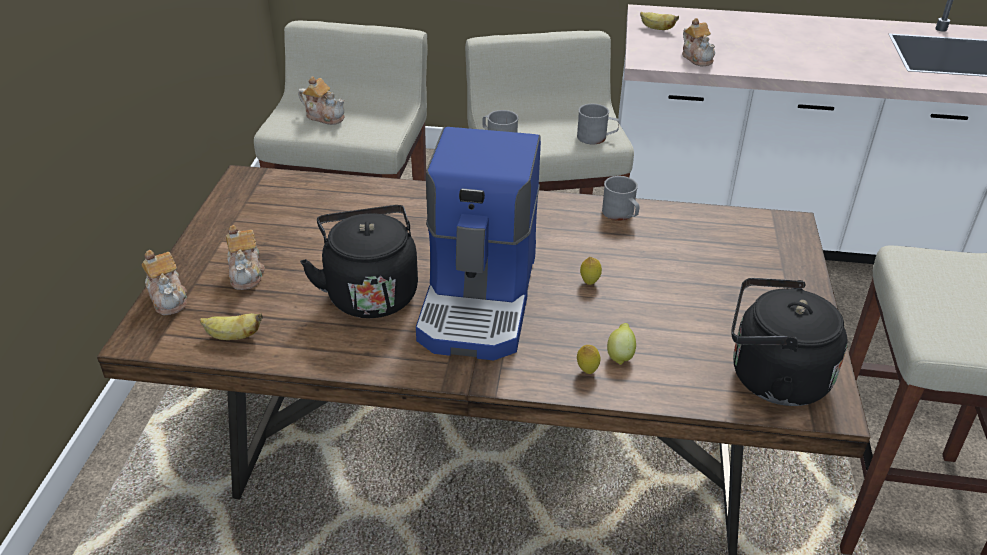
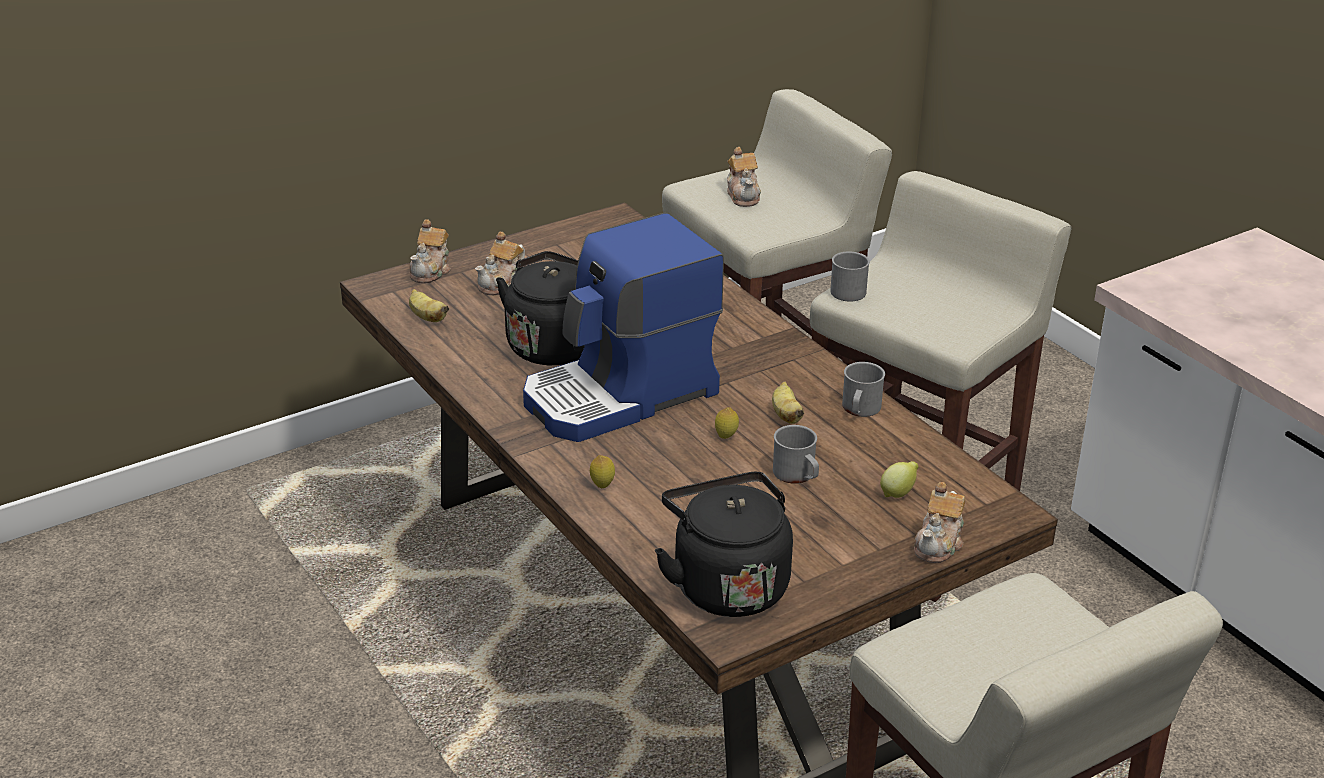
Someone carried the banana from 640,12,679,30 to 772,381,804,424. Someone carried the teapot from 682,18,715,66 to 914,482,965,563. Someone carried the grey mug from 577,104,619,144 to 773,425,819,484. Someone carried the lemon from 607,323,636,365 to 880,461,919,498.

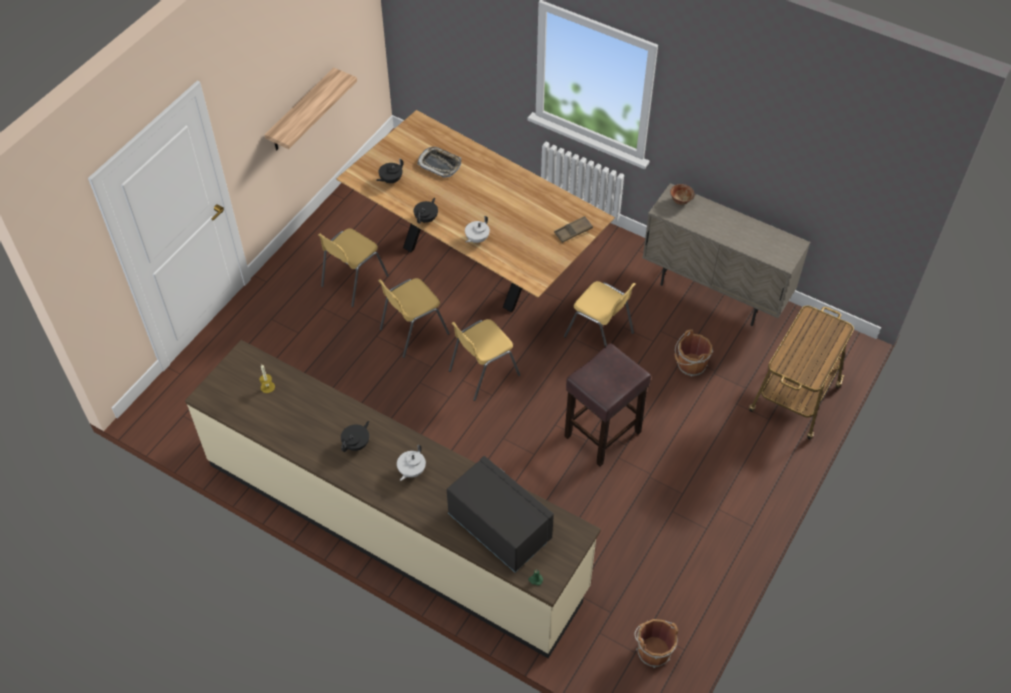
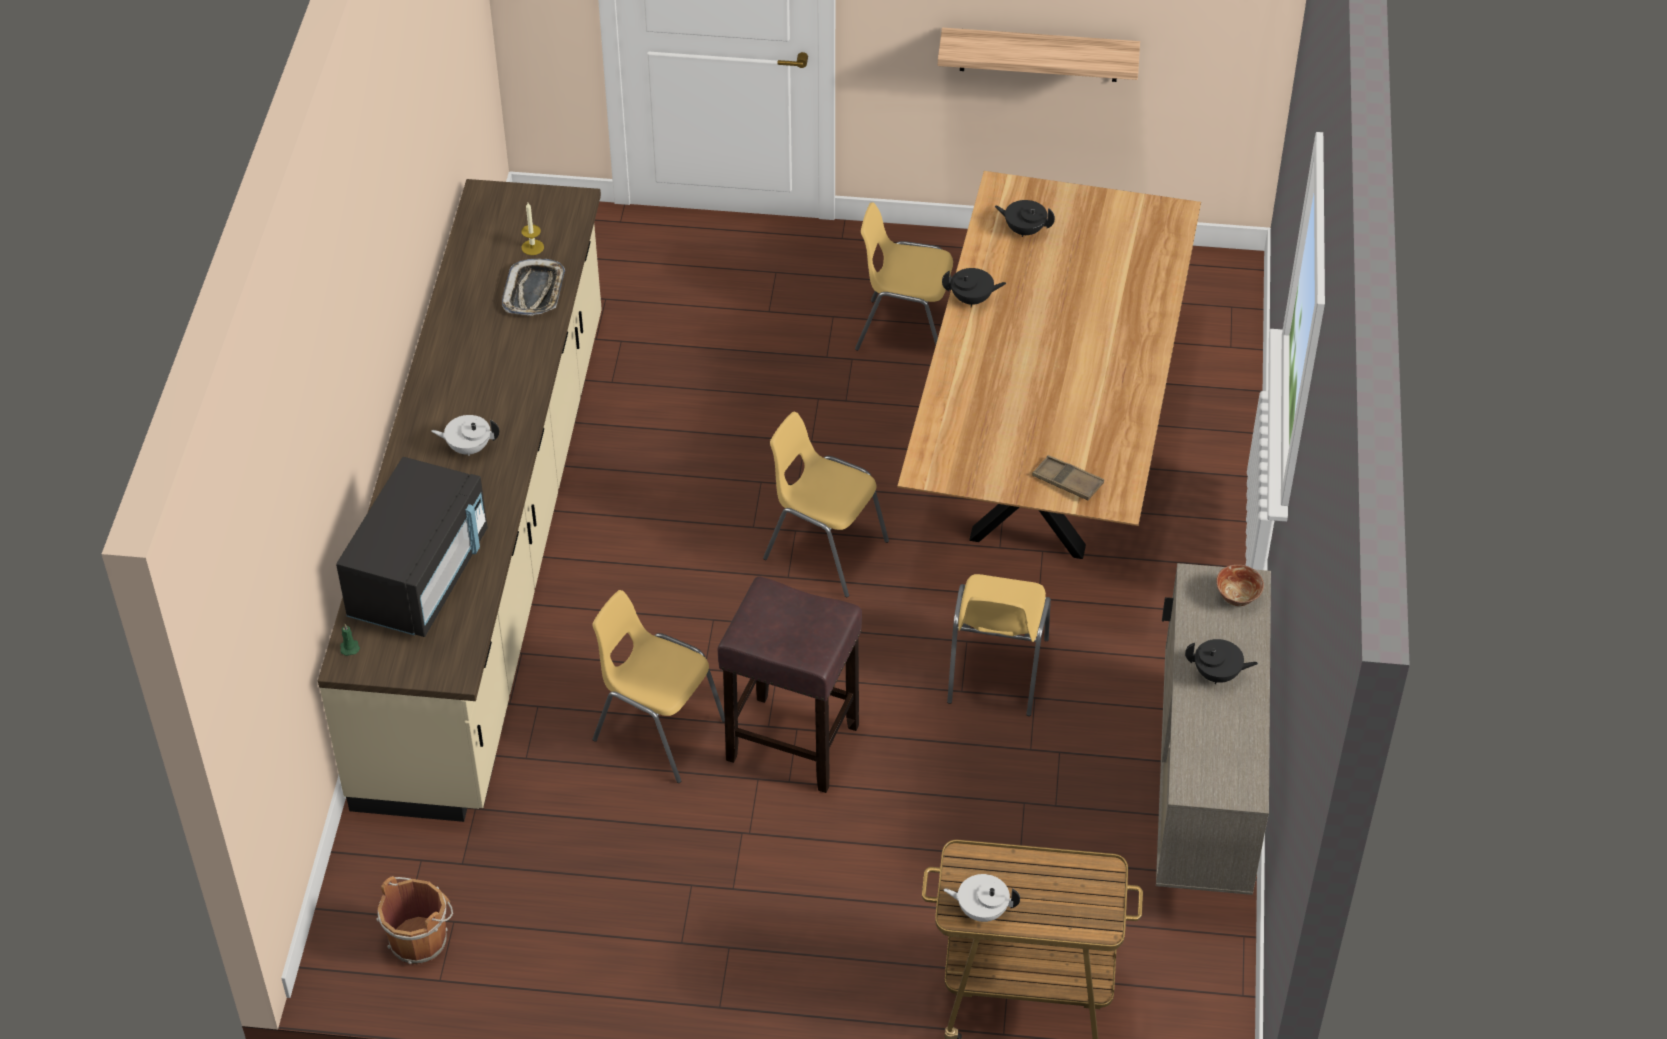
Someone carried the tray from 417,147,461,178 to 502,259,565,316. Someone carried the white teapot from 465,216,490,243 to 943,874,1020,922. Someone carried the yellow chair from 378,278,450,358 to 592,590,725,783. Someone took away the brown bucket at 674,329,713,377. Someone carried the black teapot from 341,421,369,452 to 1185,639,1258,684.

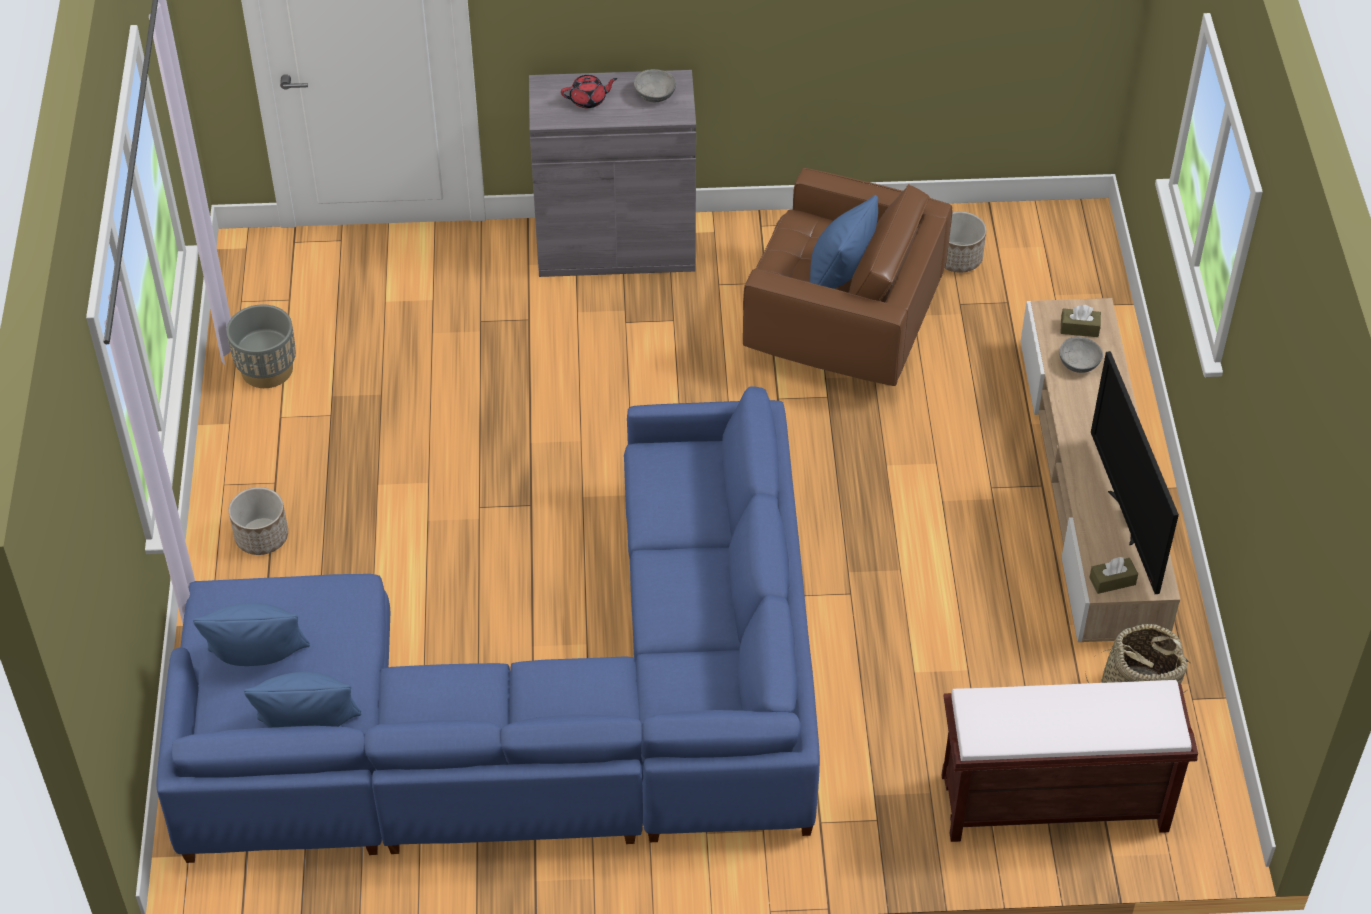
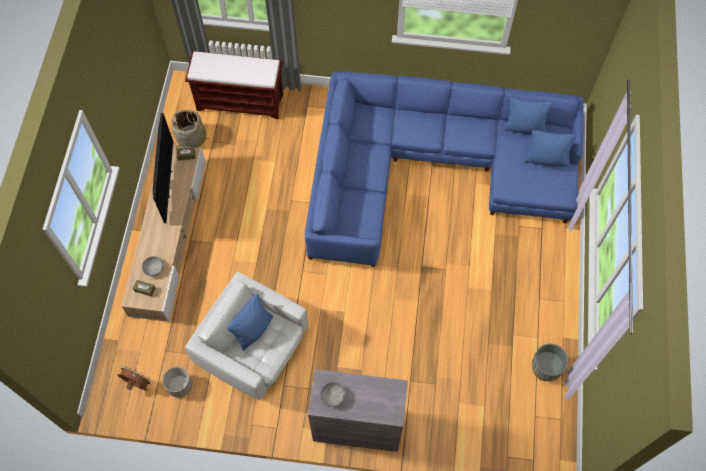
Someone took away the red teapot at 561,75,617,109. Someone repainted the brown armchair at 743,168,953,386, which became the white armchair at 185,272,308,400. Someone took away the planter at 229,487,288,555. Someone put down the brown fan at 117,365,153,390.

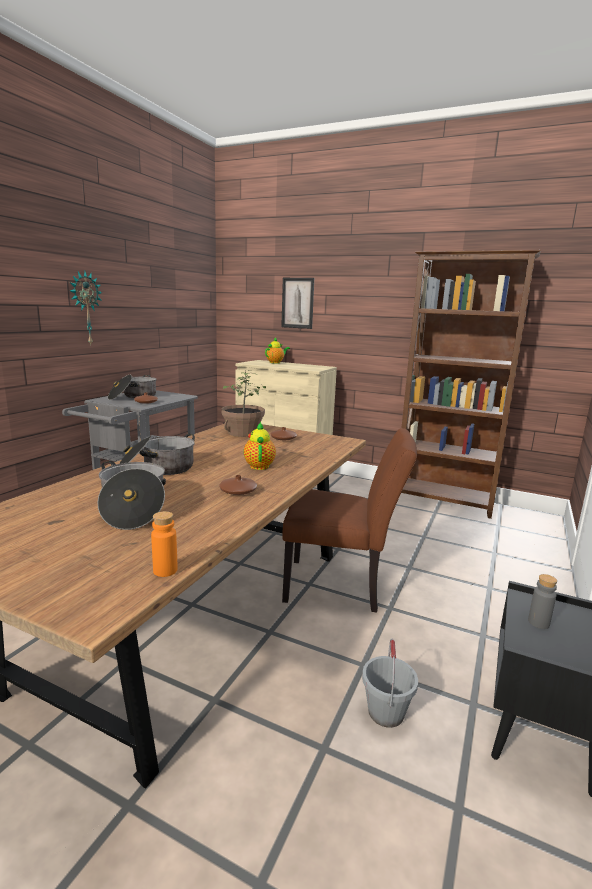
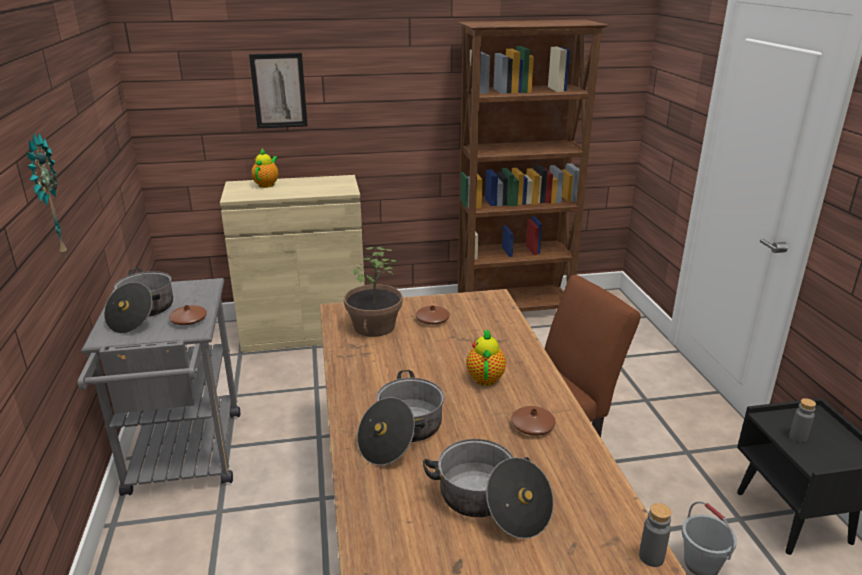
Someone rotated the teapot at 244,422,276,470 by 45 degrees clockwise. Someone repainted the orange bottle at 151,511,177,577, which became the grey bottle at 639,503,671,567.

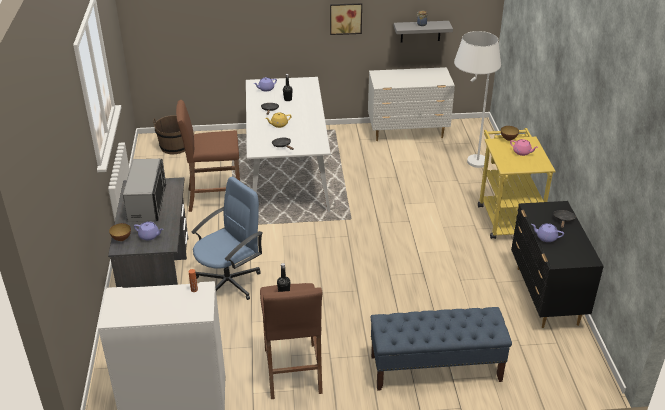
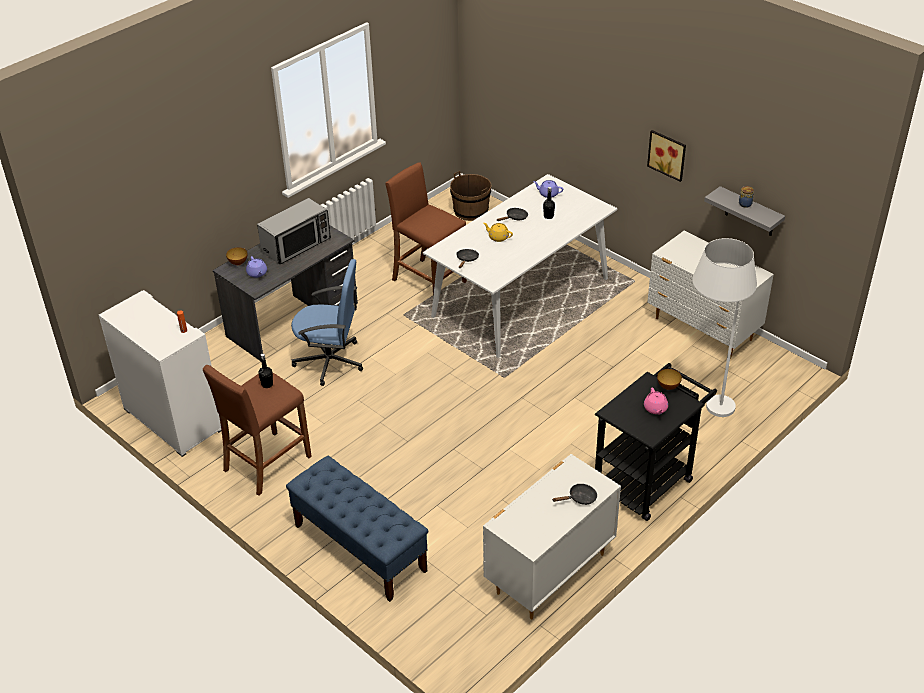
Someone repainted the yellow cart at 478,128,556,239, which became the black cart at 595,363,717,521. Someone repainted the black dresser at 511,201,604,328, which became the white dresser at 483,454,621,619. Someone took away the purple teapot at 531,223,564,242.

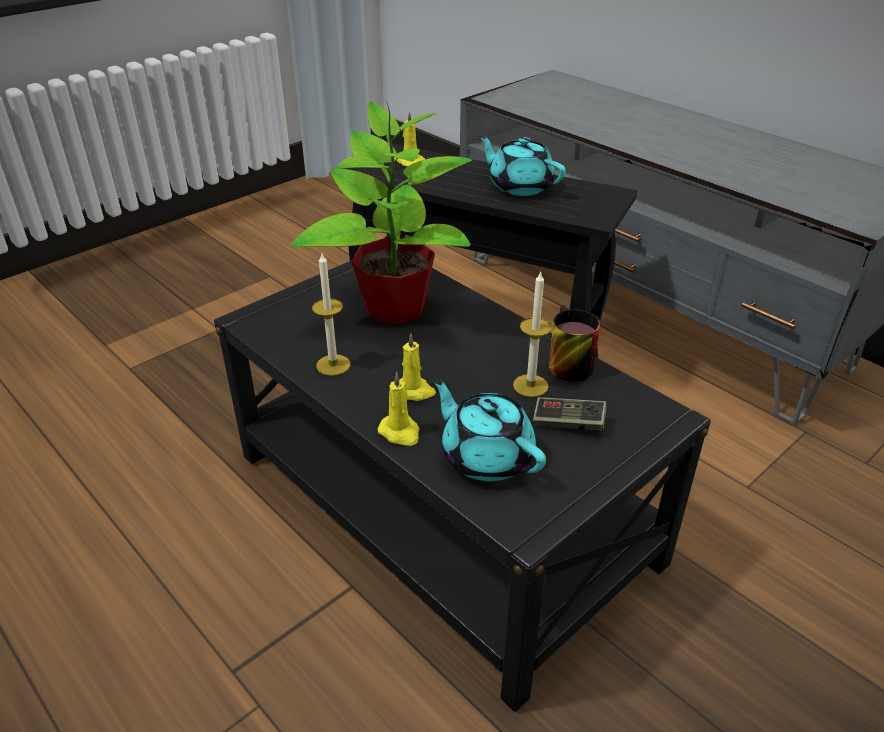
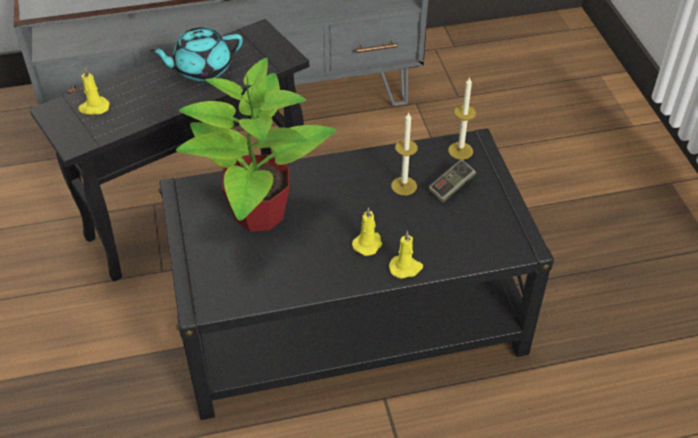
Someone carried the candle from 312,254,350,376 to 448,77,476,160. Someone took away the mug at 549,305,600,382. Someone took away the turquoise teapot at 432,378,546,481.

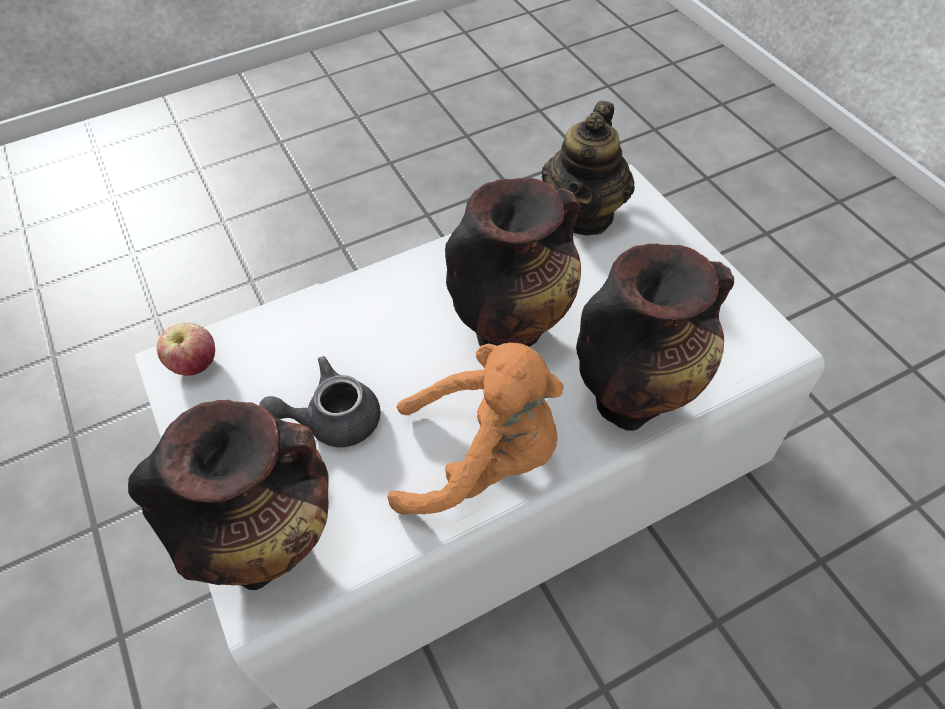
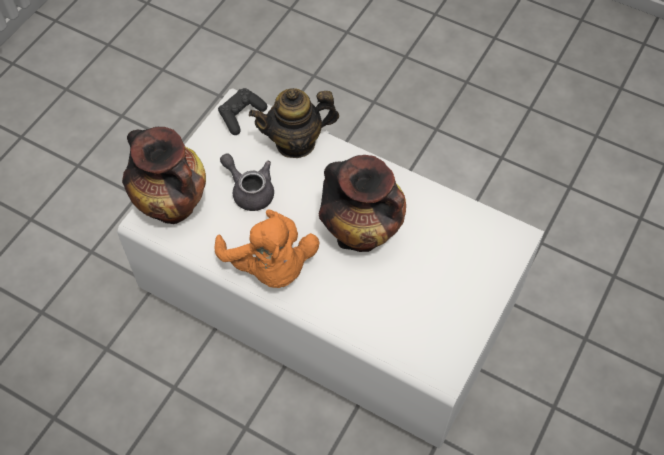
Someone carried the teapot from 542,101,635,236 to 249,88,339,158. Someone took away the vase at 576,244,734,431. Someone swapped the apple at 157,322,215,375 for the black game controller at 218,88,267,135.

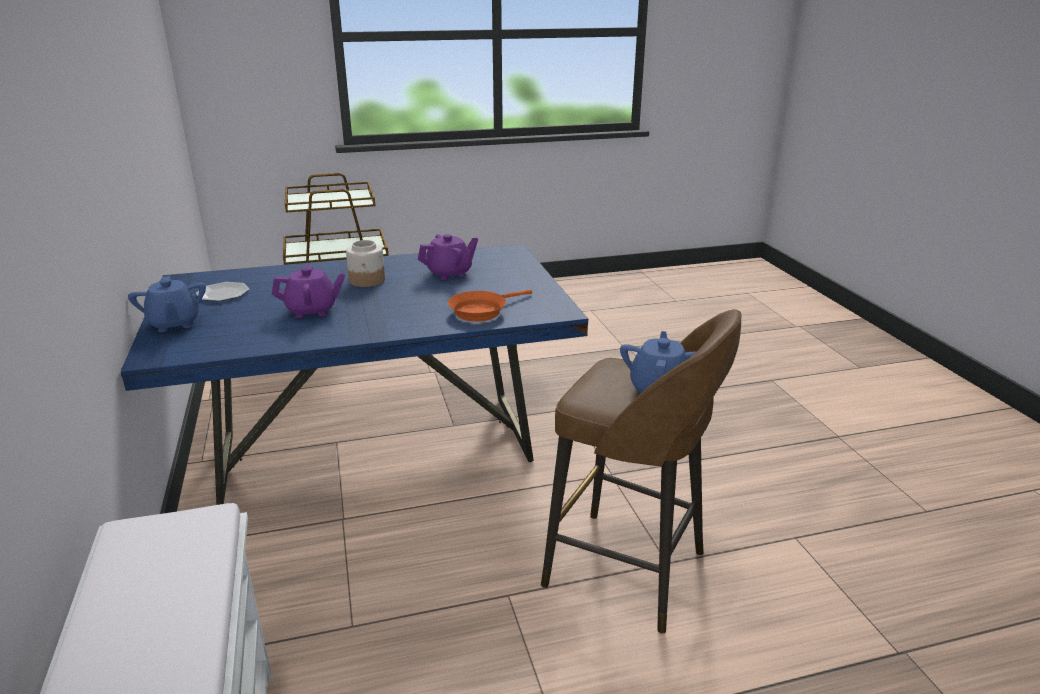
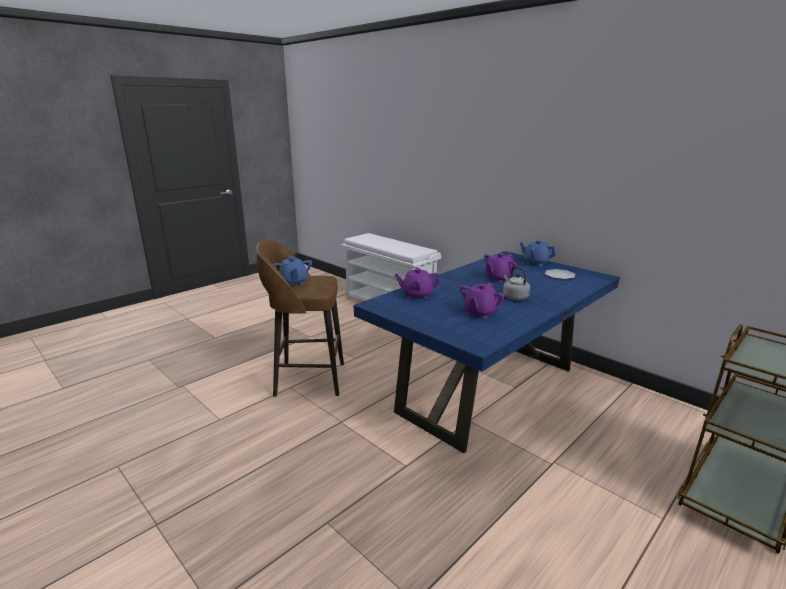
Someone swapped the jar at 346,240,385,287 for the grey kettle at 503,266,530,300. Someone swapped the orange frying pan at 448,289,532,322 for the purple teapot at 395,268,440,299.

